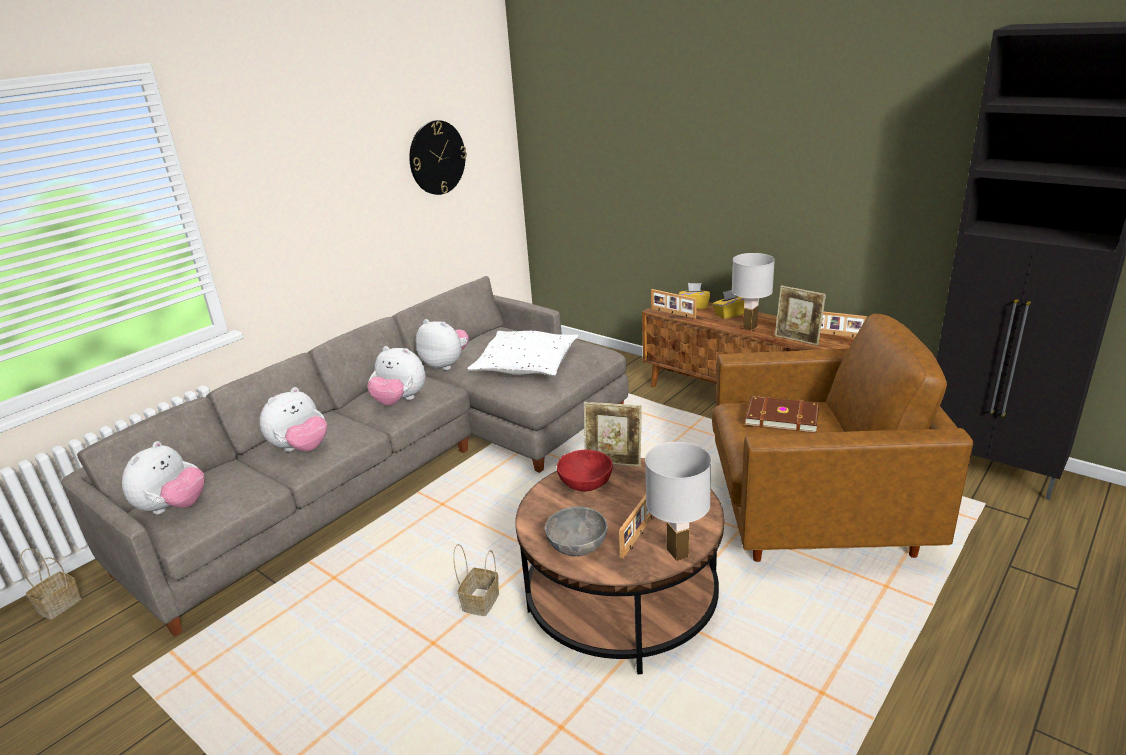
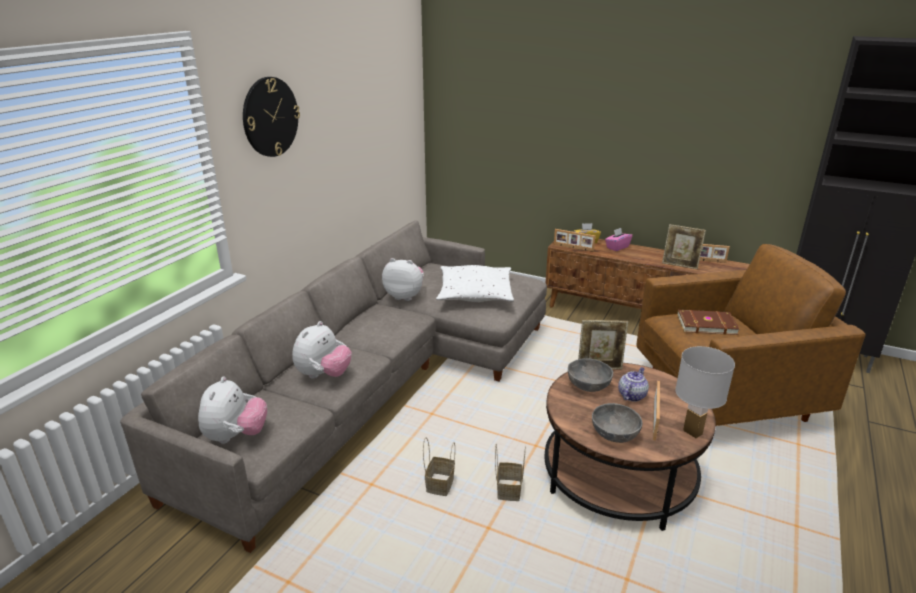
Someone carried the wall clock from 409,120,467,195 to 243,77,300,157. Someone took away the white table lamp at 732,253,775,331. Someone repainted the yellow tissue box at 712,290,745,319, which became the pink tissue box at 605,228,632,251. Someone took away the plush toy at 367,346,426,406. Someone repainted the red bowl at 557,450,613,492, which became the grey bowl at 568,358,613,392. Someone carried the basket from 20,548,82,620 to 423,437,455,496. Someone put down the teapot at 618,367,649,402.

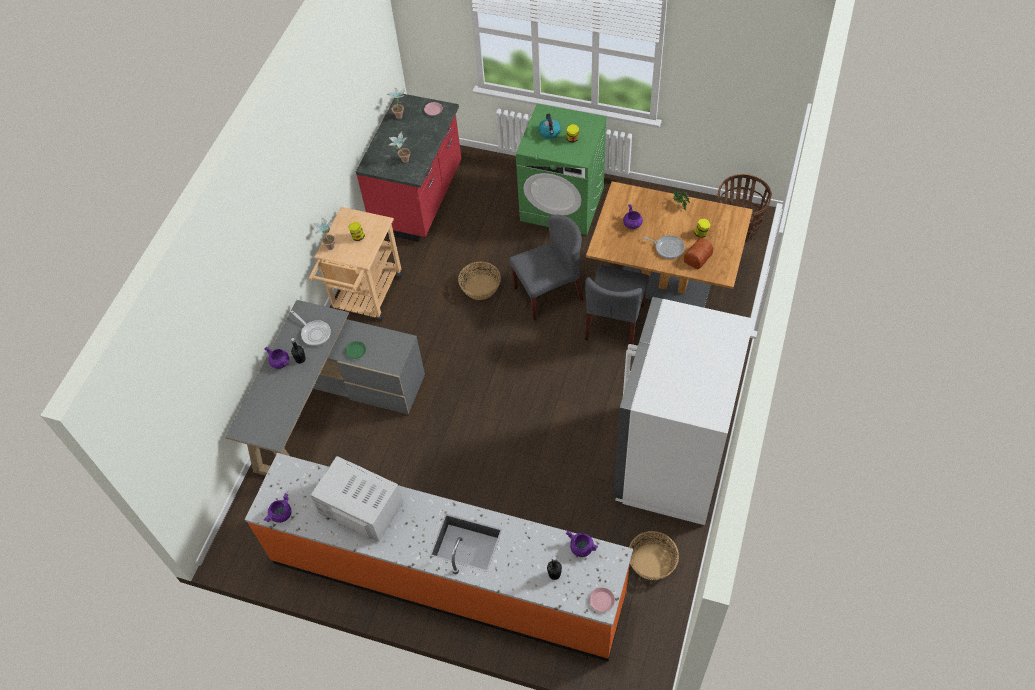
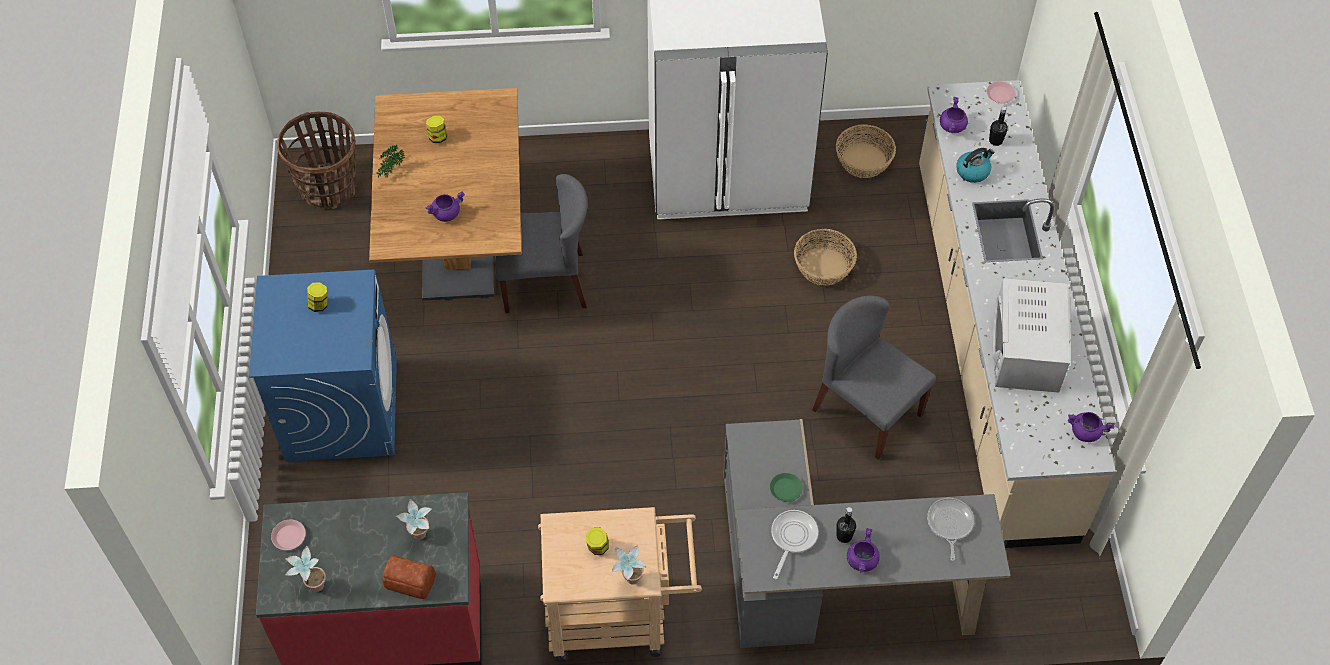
Someone repainted the green washing machine at 516,104,607,235, which became the blue washing machine at 249,270,397,462. Someone carried the kettle from 538,114,561,139 to 956,148,995,183. Someone carried the grey chair from 509,214,583,321 to 812,295,936,460. Someone carried the frying pan from 643,235,685,259 to 927,498,974,561. Someone carried the bread from 684,237,713,269 to 382,555,436,599. Someone carried the basket from 458,262,501,300 to 794,229,857,286. Someone repainted the orange counter at 245,453,633,661, which became the beige counter at 919,80,1116,548.

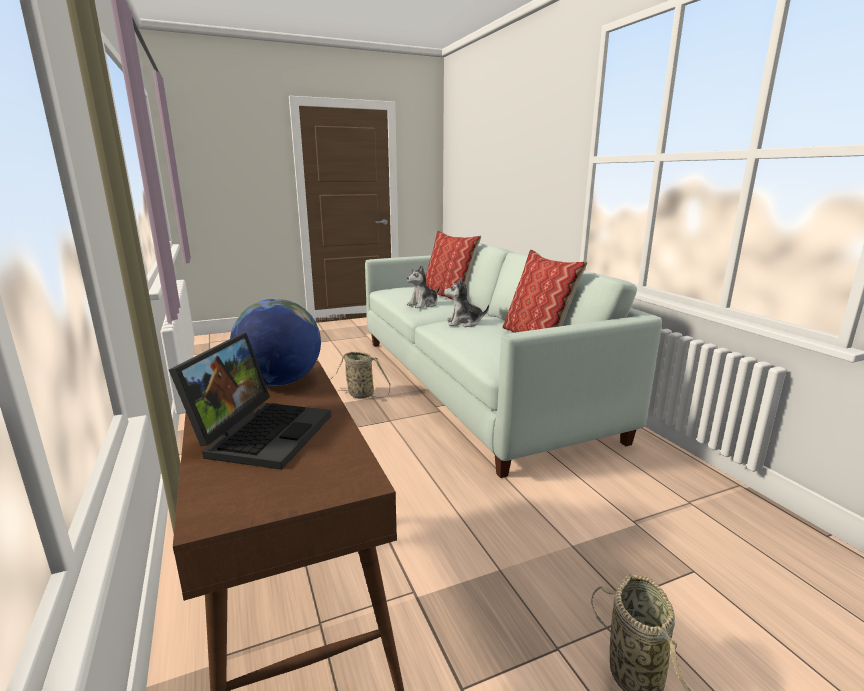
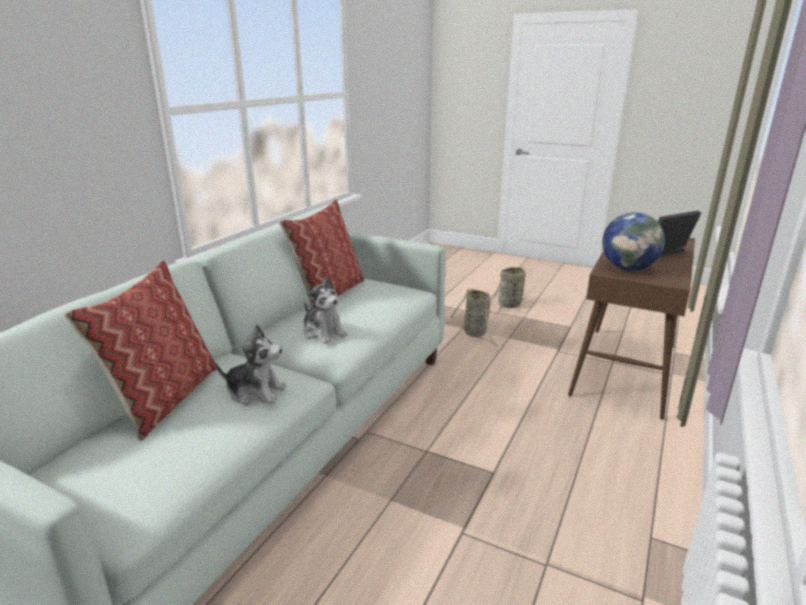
Someone carried the basket from 329,352,390,398 to 450,288,497,346.

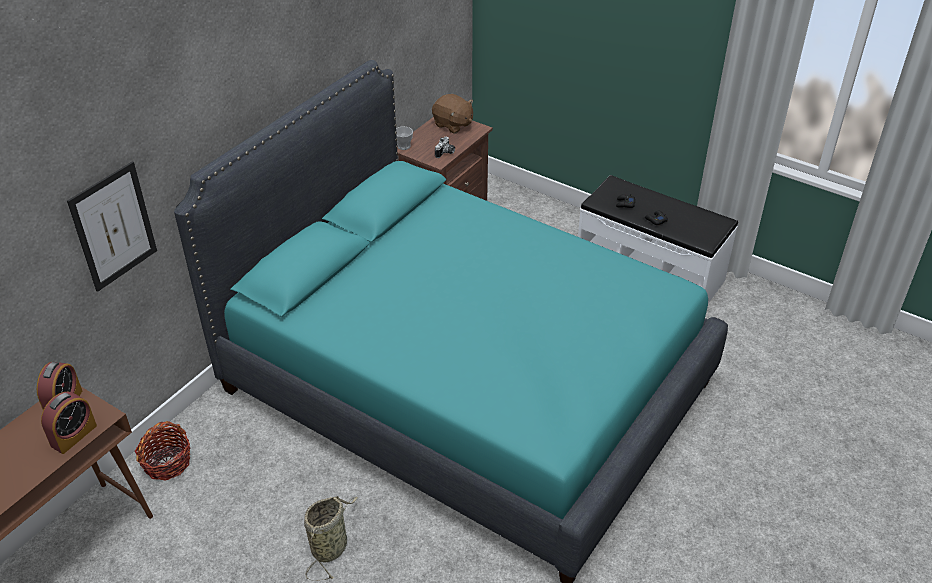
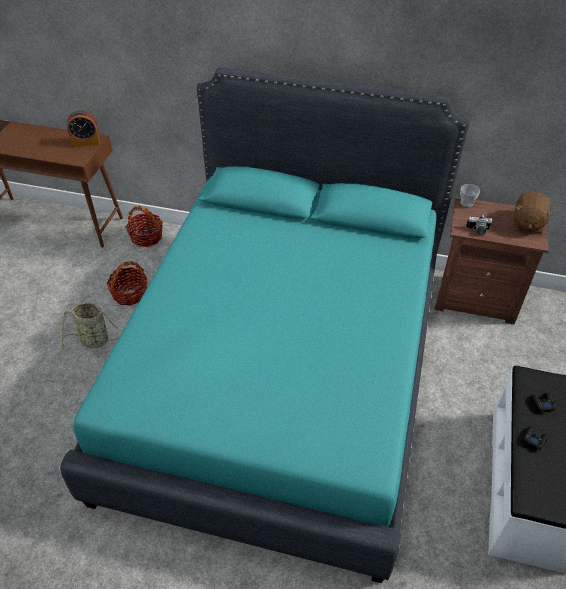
Someone took away the picture at 67,161,157,292. Someone took away the alarm clock at 41,391,97,454. Someone put down the basket at 106,261,148,306.

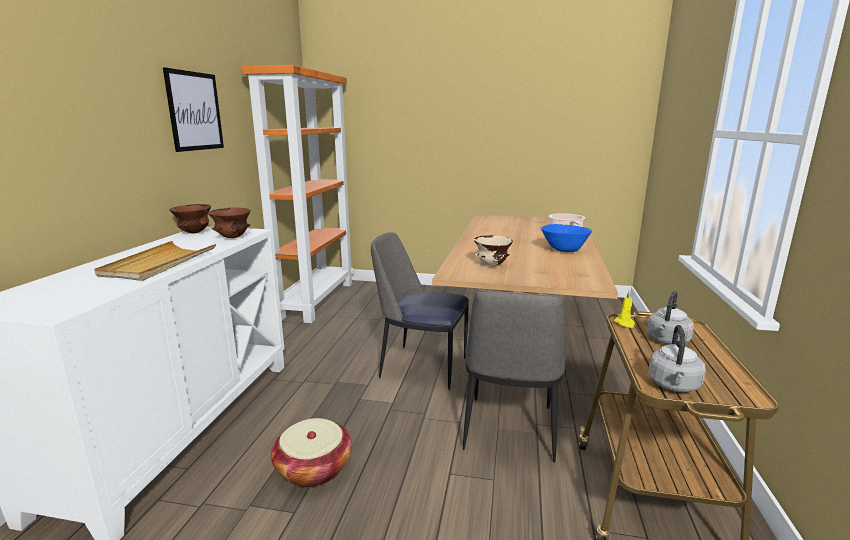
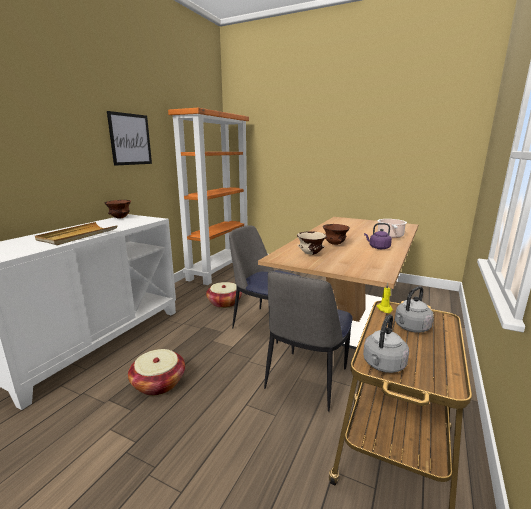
Someone carried the brown bowl from 208,208,251,238 to 323,224,350,245. Someone swapped the blue bowl at 541,224,592,252 for the purple kettle at 364,223,392,249. Someone put down the basket at 206,282,242,308.

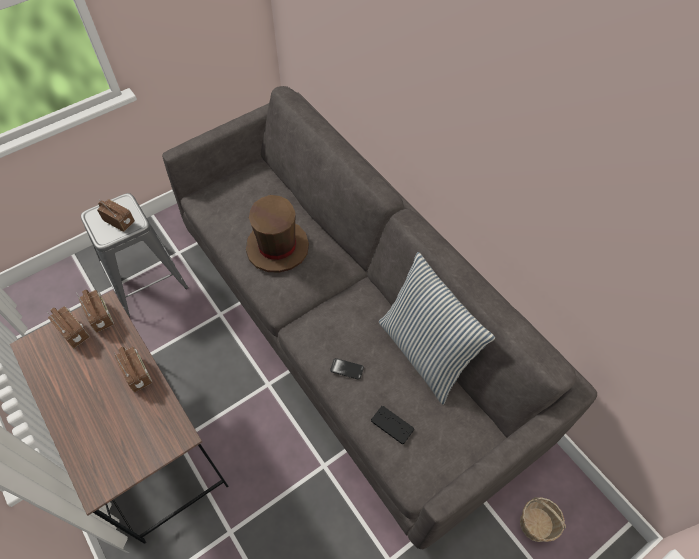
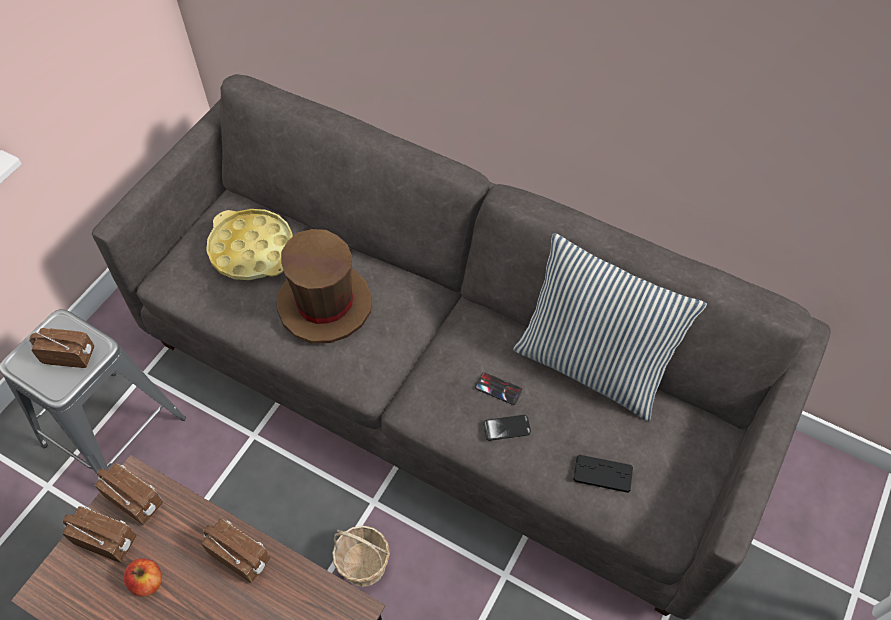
Someone carried the basket from 520,497,566,542 to 332,526,390,587. Someone put down the yellow tray at 206,209,293,280. Someone put down the phone at 475,373,522,405. Someone put down the apple at 123,558,162,597.

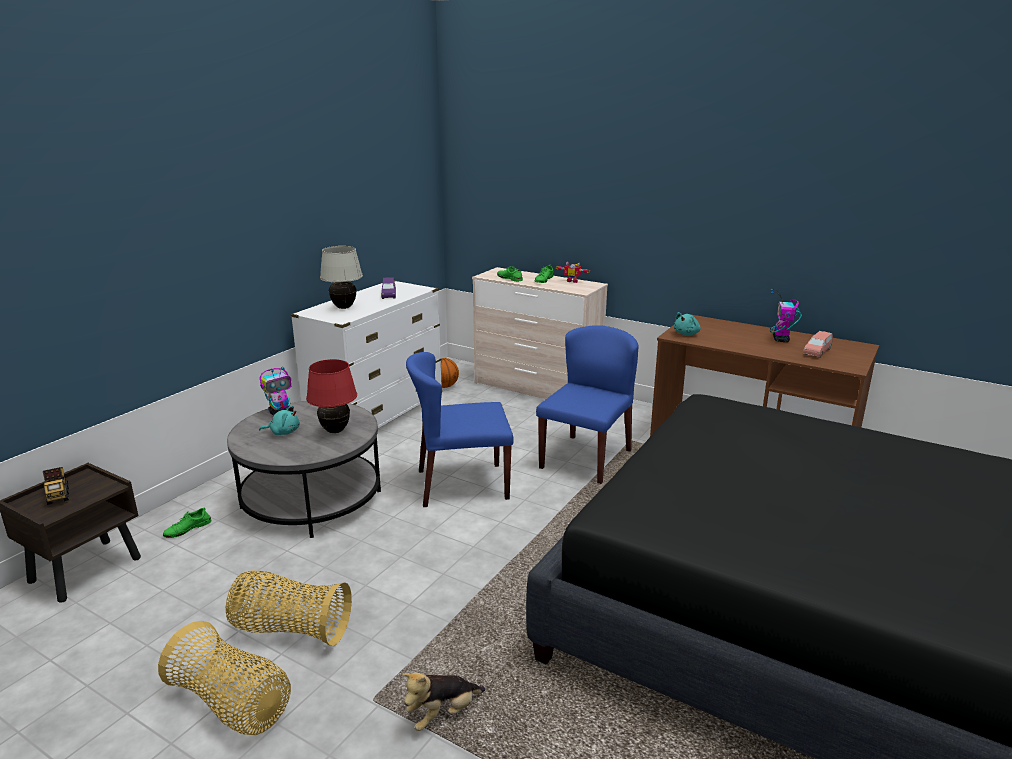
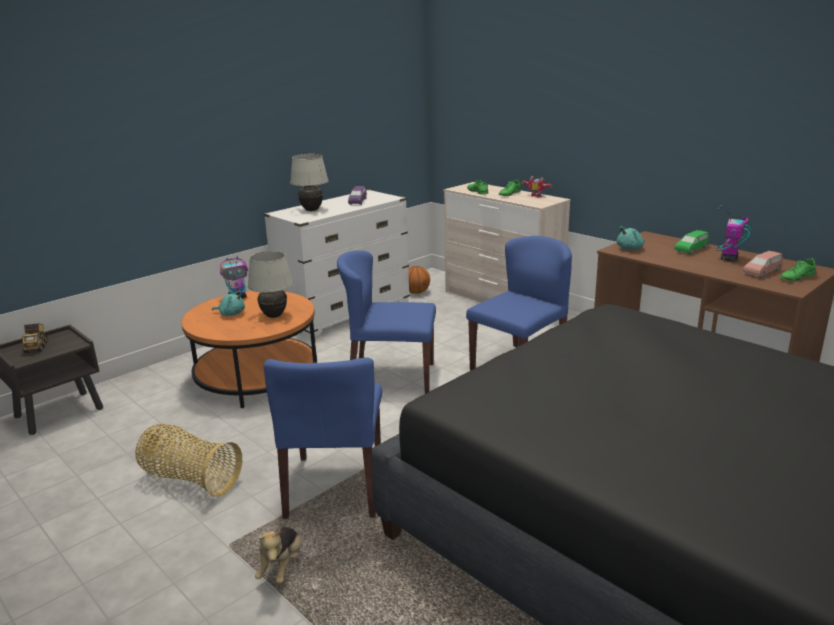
Someone repainted the red table lamp at 306,359,357,433, which became the white table lamp at 248,251,293,318. Someone repainted the grey coffee table at 227,401,381,538, which became the orange coffee table at 181,291,317,408. Someone carried the green shoe from 163,508,211,538 to 780,258,816,281. Someone took away the basket at 158,621,291,735. Someone rotated the plush toy at 402,672,485,731 by 60 degrees counterclockwise. Someone put down the green toy car at 675,230,709,254. Someone put down the blue chair at 264,357,382,519.

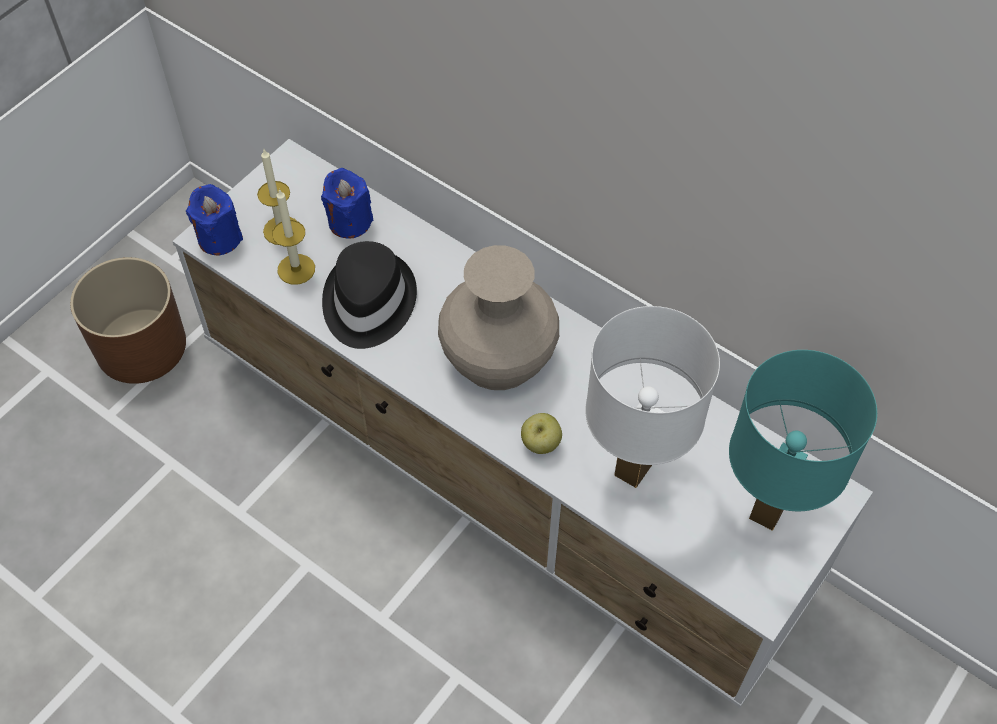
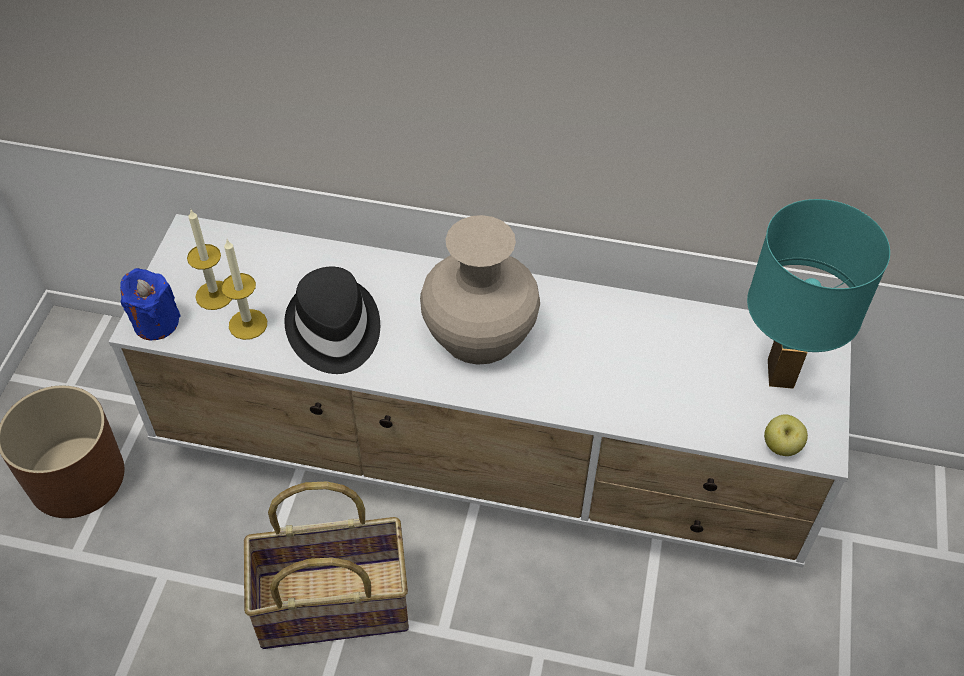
Someone took away the blue candle at 321,168,373,238. Someone took away the white table lamp at 585,306,720,488. Someone carried the apple from 521,413,562,454 to 764,414,808,456. Someone put down the basket at 244,481,409,649.

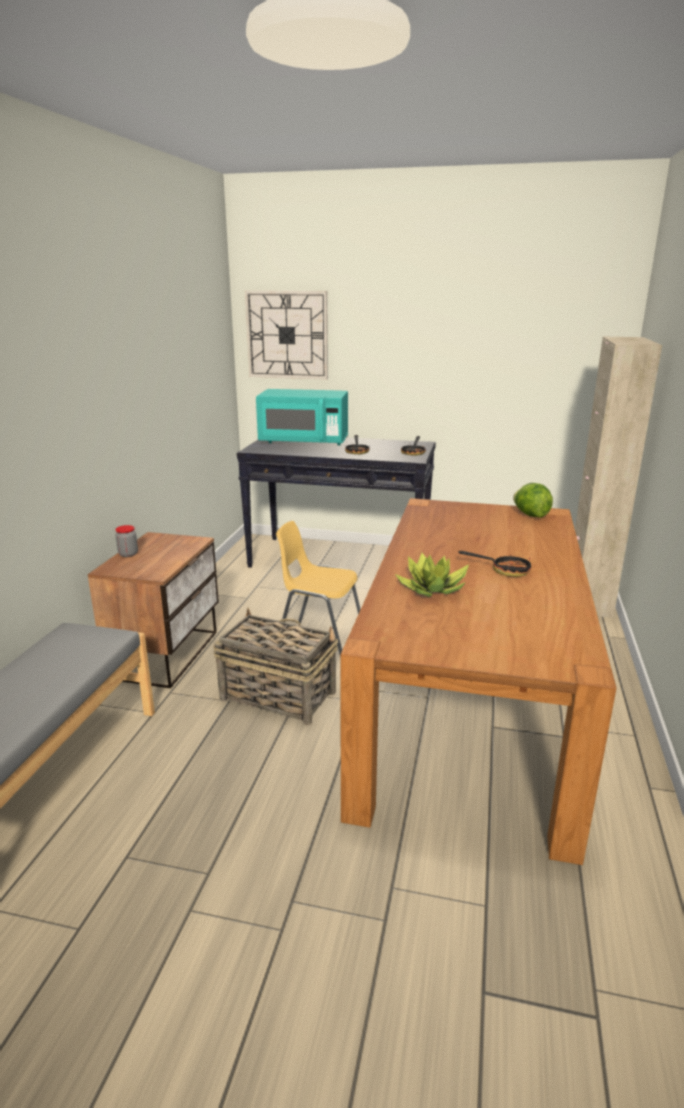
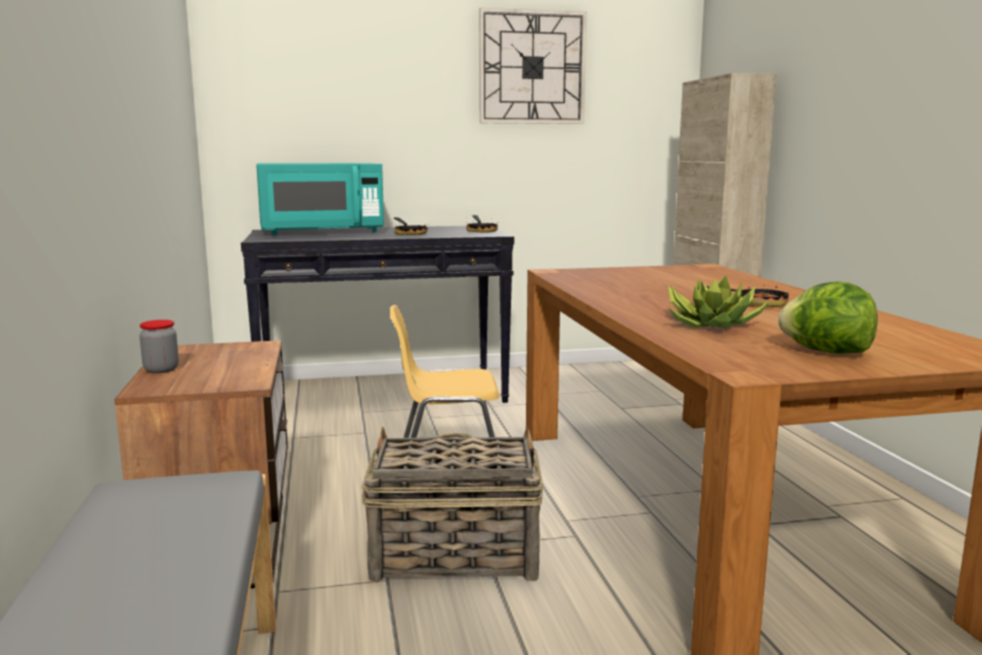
Someone carried the wall clock from 245,291,328,380 to 479,8,587,124. Someone carried the lettuce from 513,483,553,518 to 778,281,878,354.

